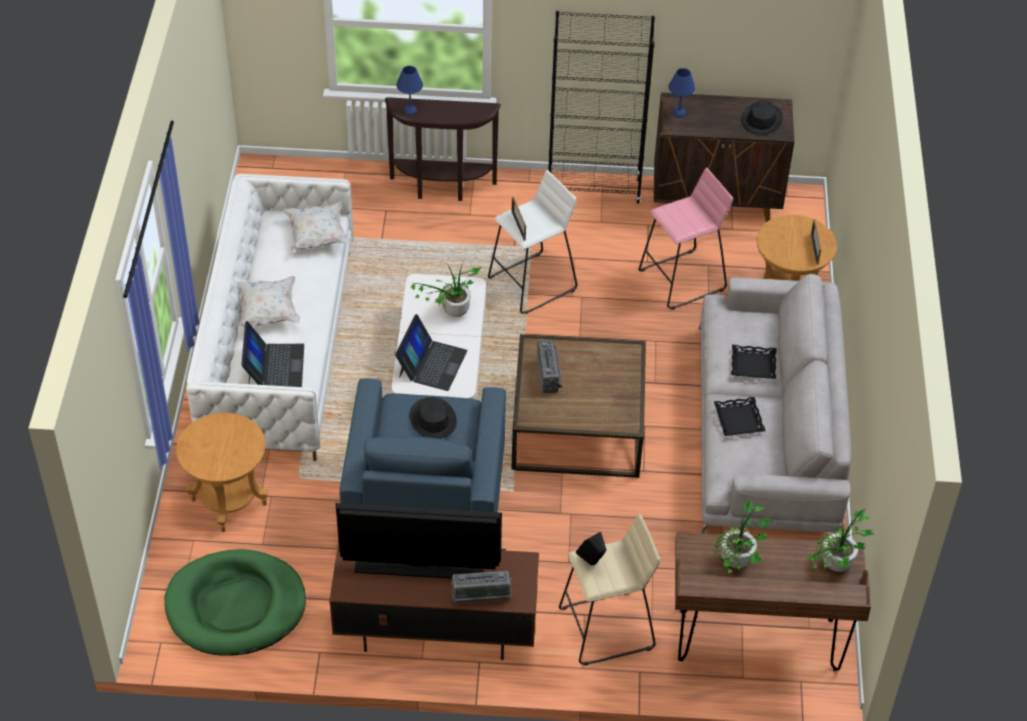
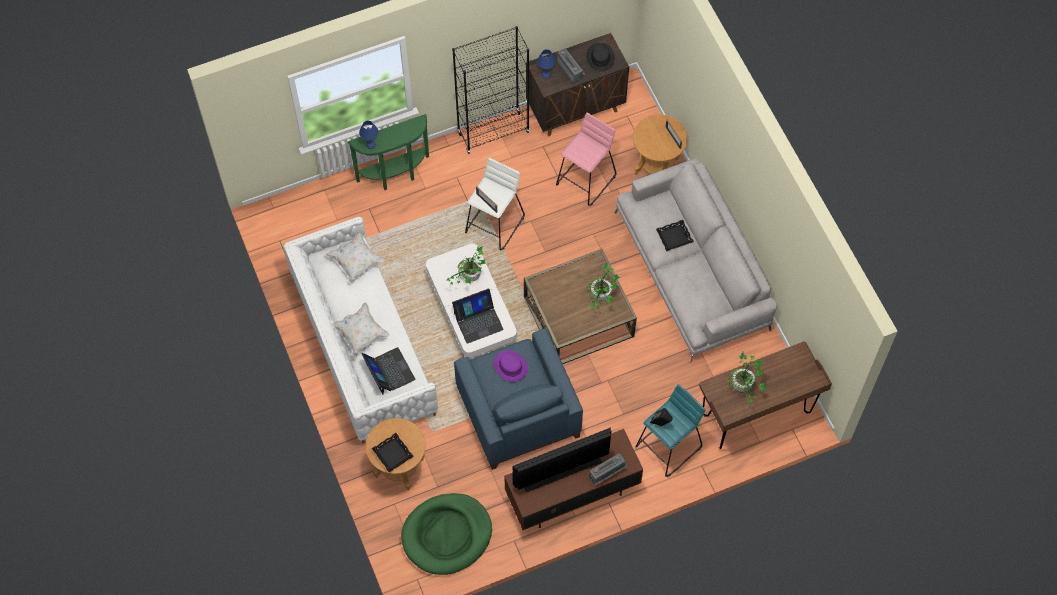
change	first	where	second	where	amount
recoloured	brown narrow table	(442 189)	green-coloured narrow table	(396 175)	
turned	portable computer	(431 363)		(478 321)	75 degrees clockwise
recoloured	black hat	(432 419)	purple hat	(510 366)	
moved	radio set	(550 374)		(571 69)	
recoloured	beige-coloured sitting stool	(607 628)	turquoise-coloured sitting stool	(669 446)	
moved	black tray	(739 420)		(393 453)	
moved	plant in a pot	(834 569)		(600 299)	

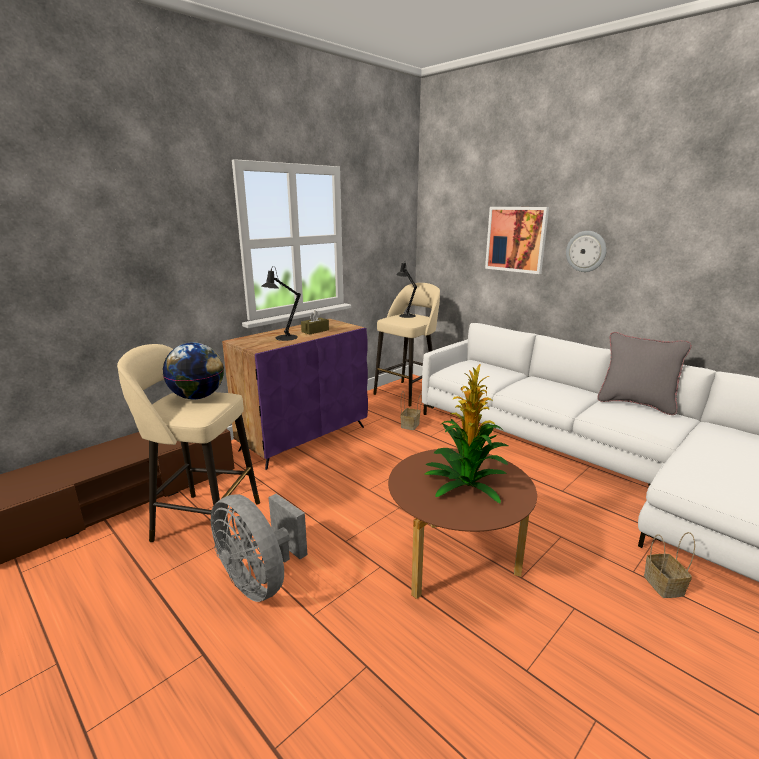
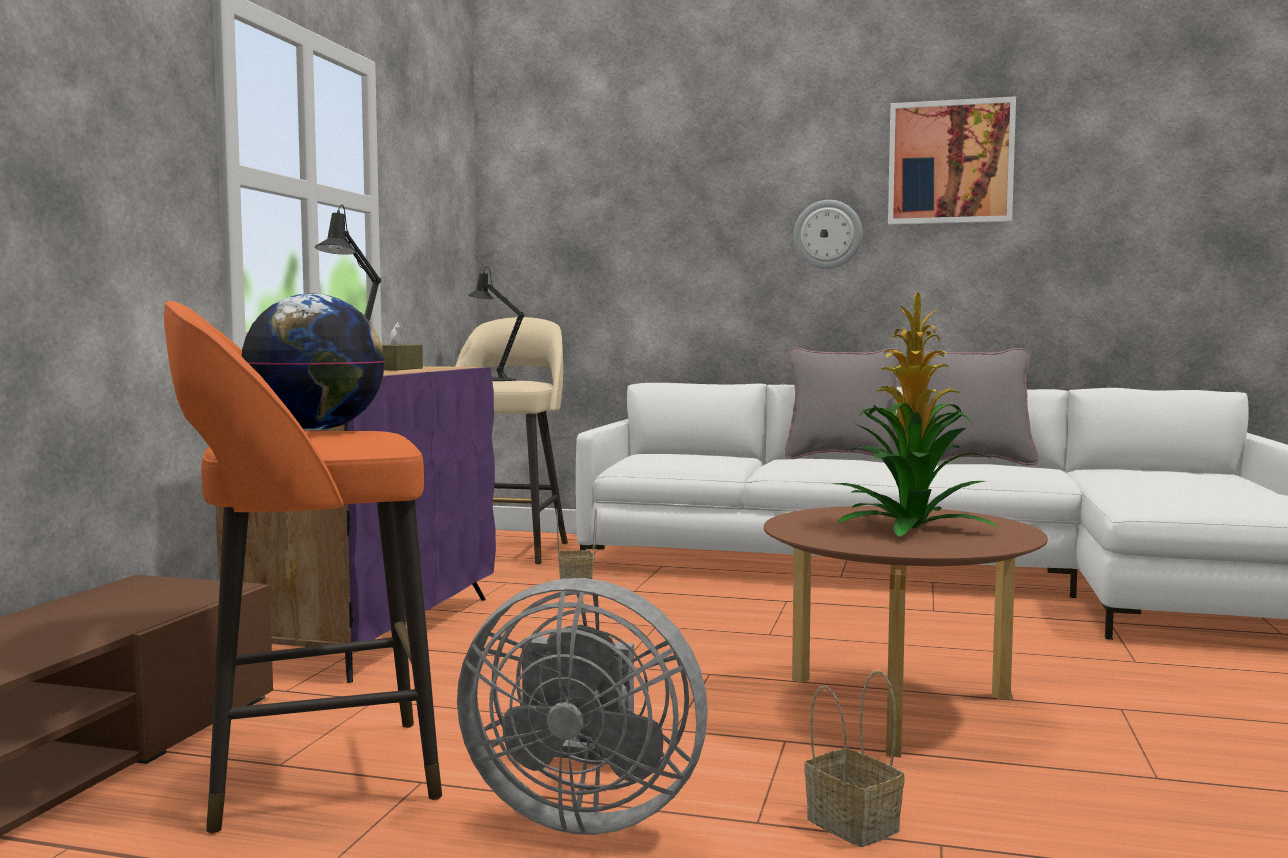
change	first	where	second	where	amount
recoloured	beige-coloured sitting stool	(204 520)	orangey sitting stool	(312 774)	
moved	wall art	(516 239)		(950 162)	
moved	basket	(662 584)		(849 824)	
added			greyish throw pillow	(842 457)	

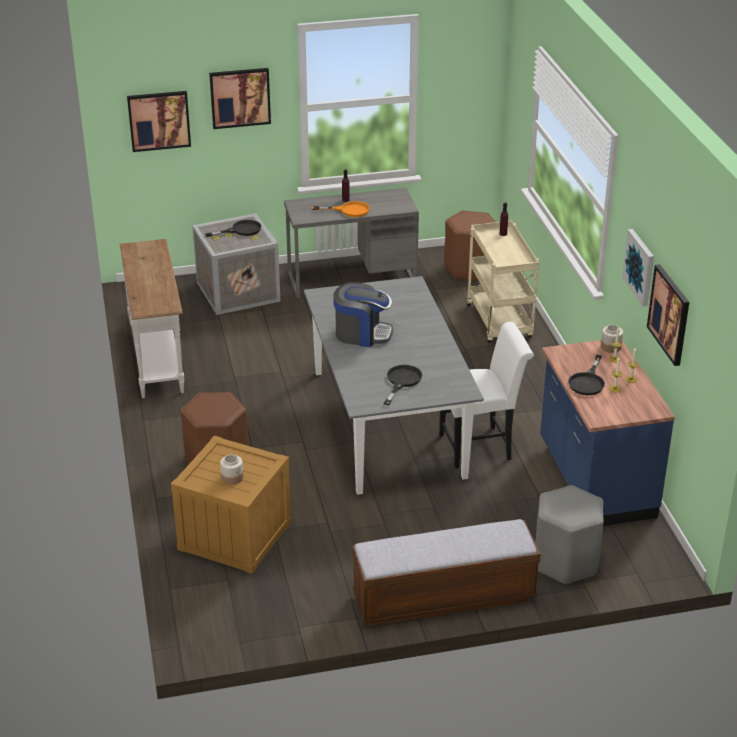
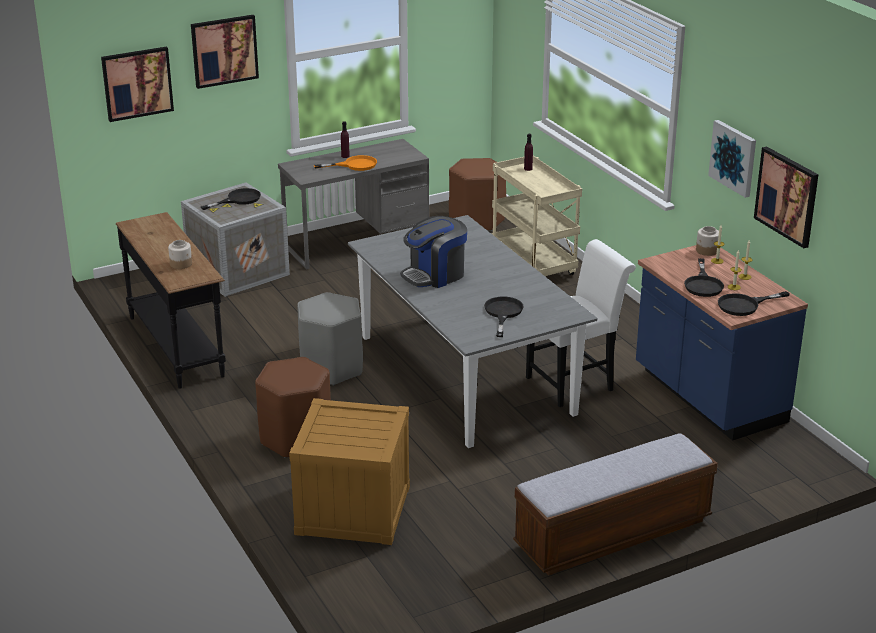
change	first	where	second	where	amount
recoloured	whitish narrow table	(157 357)	black narrow table	(177 346)	
moved	preserve jar	(232 478)		(181 264)	
turned	coffee machine	(362 334)		(435 275)	150 degrees clockwise
moved	greyish sitting stool	(565 562)		(331 368)	
added			black frying pan	(744 305)	

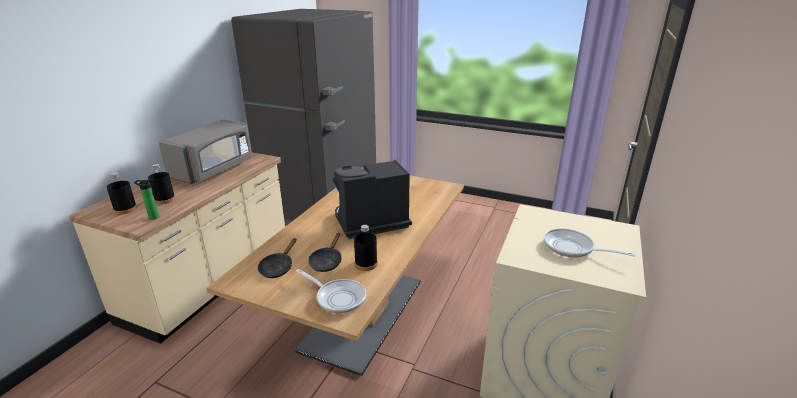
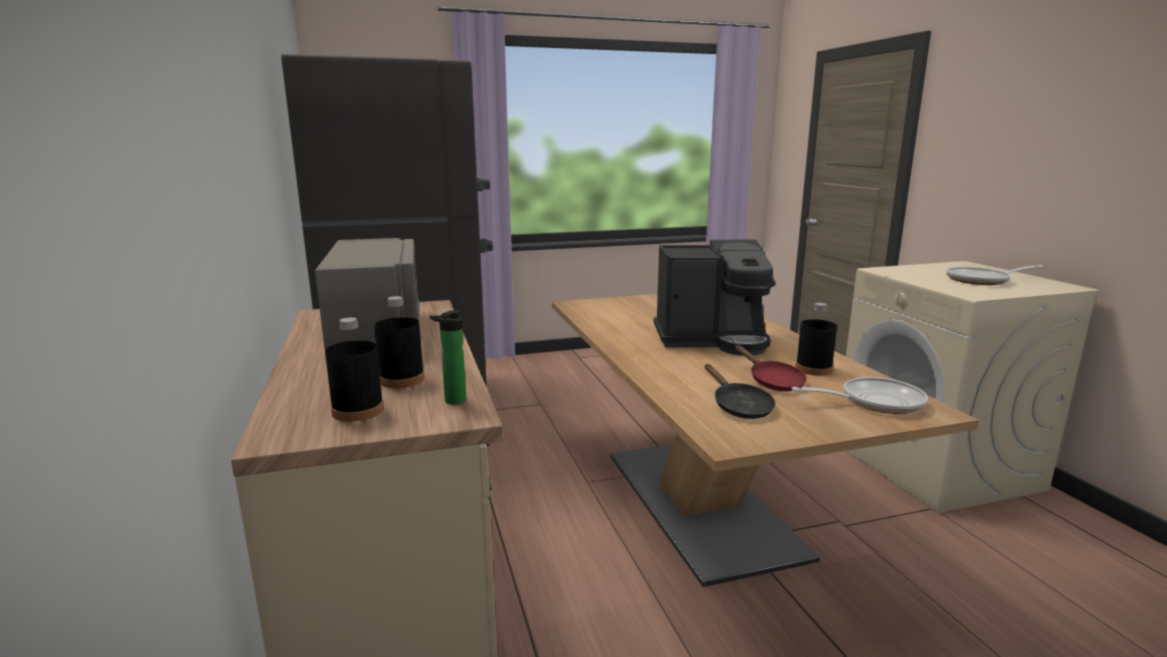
change	first	where	second	where	amount
recoloured	black frying pan	(327 261)	reddish frying pan	(772 381)	
turned	coffee machine	(369 223)		(712 339)	120 degrees counterclockwise

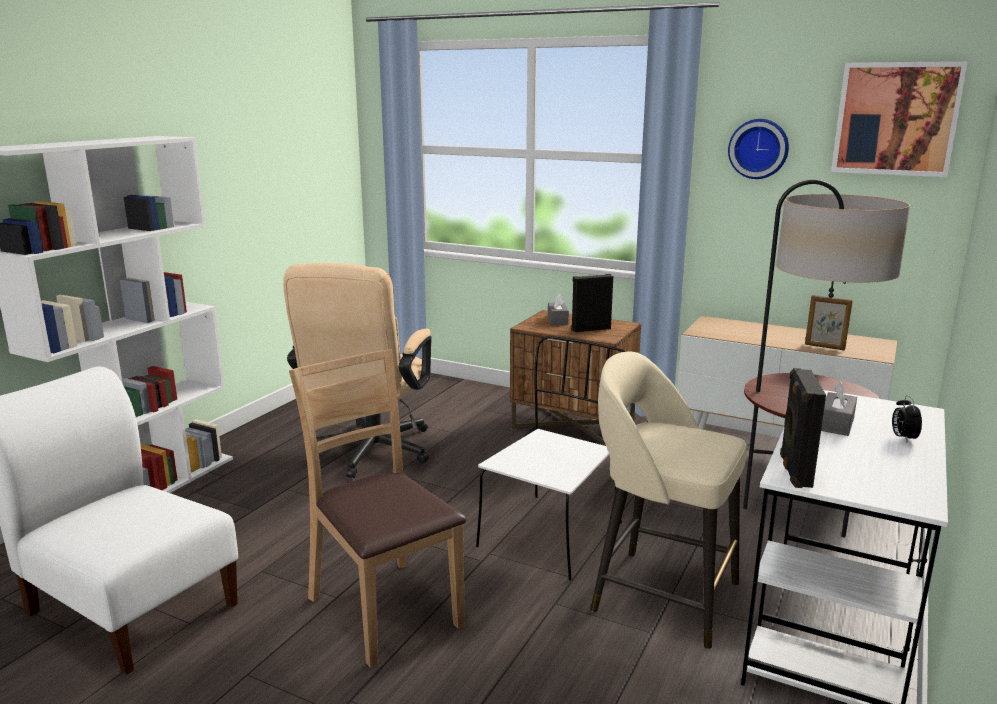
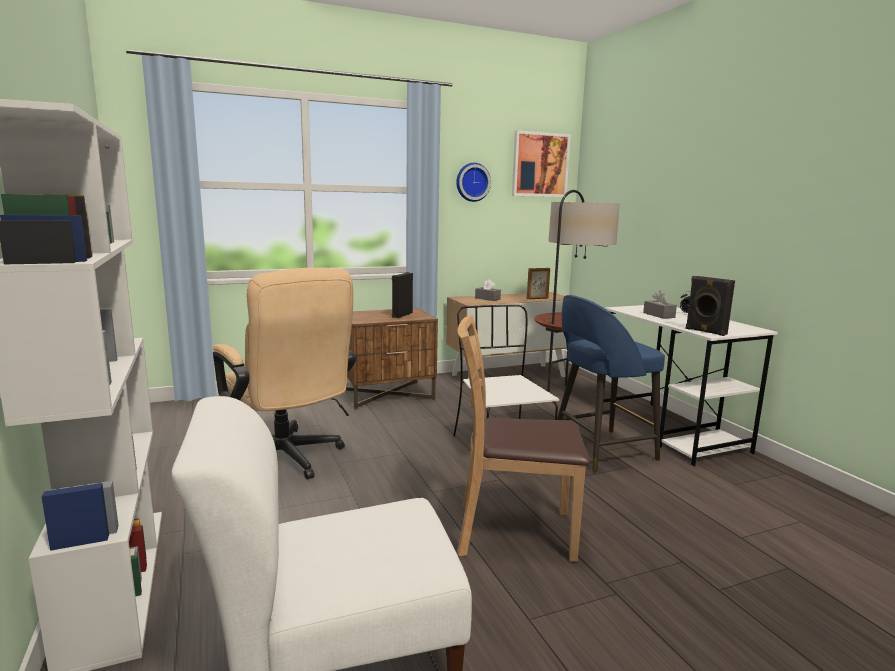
change	first	where	second	where	amount
moved	greyish tissue holder	(557 320)		(487 298)	
recoloured	beige-coloured sitting stool	(661 595)	blue sitting stool	(600 450)	

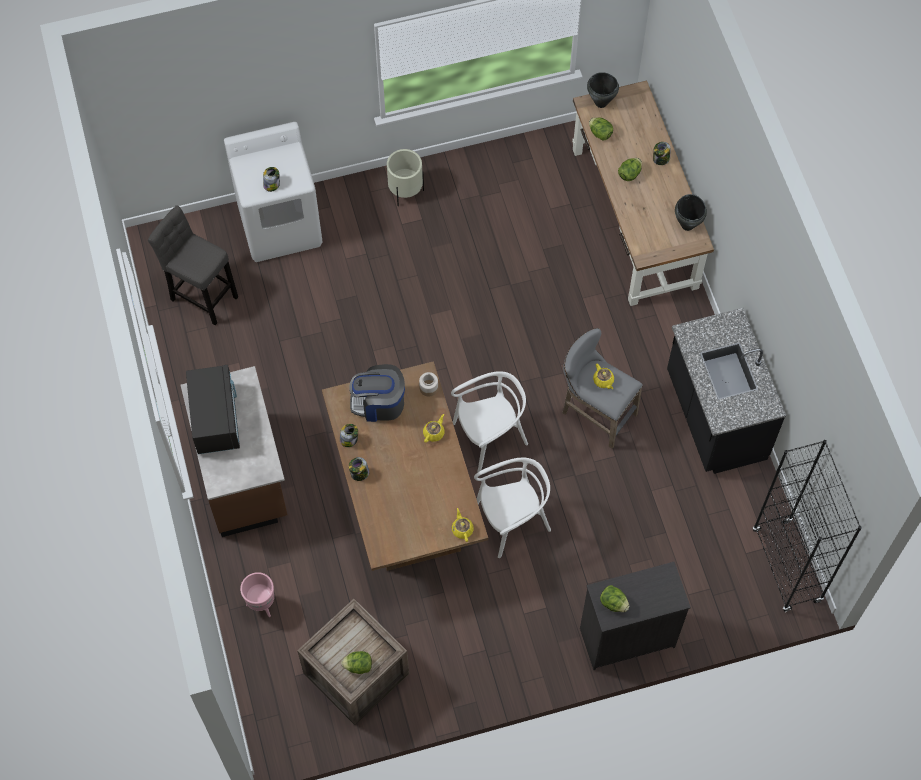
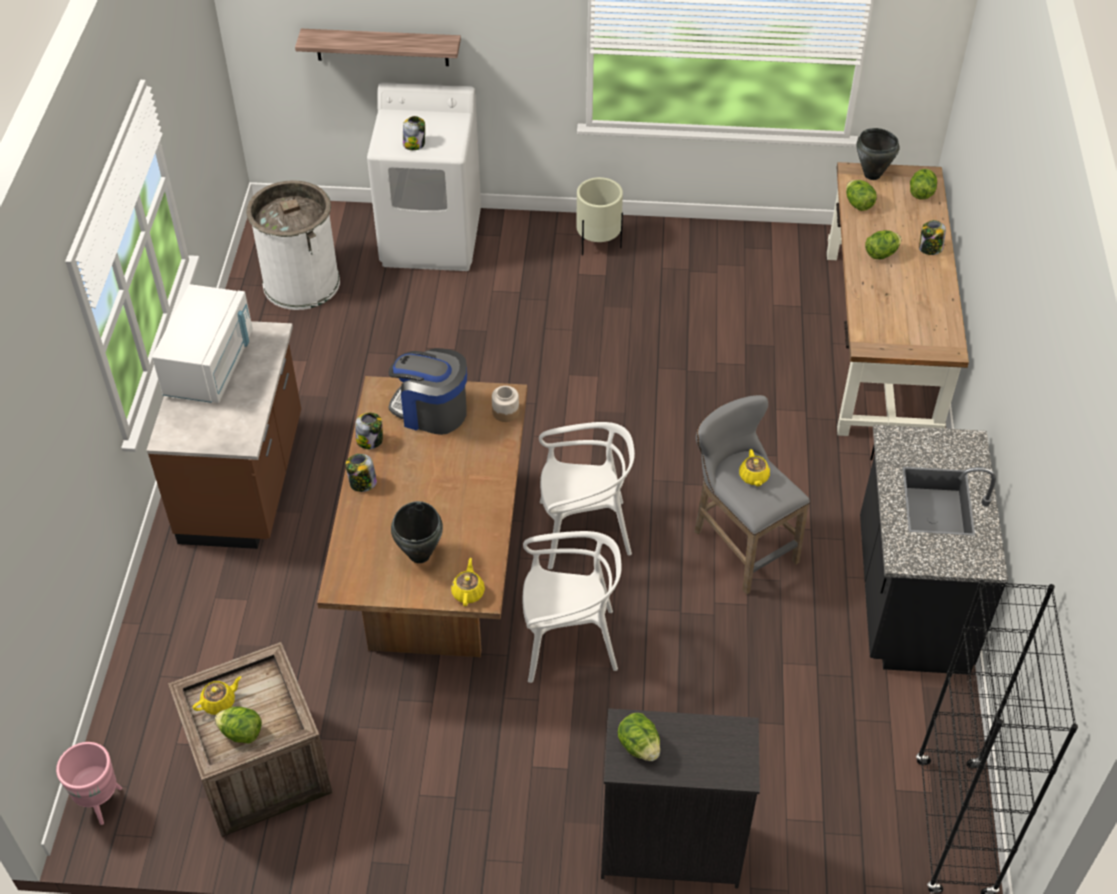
change	first	where	second	where	amount
replaced	greyish sitting stool	(202 295)	whitish rubbish bin	(301 283)	
recoloured	black microwave	(216 419)	whitish microwave	(210 365)	
moved	pink plant pot	(262 604)		(101 803)	
moved	yellow-coloured teapot	(434 433)		(219 702)	
moved	black saucepot	(687 225)		(420 555)	
added			wall shelf	(382 47)	
added			lettuce	(921 193)	

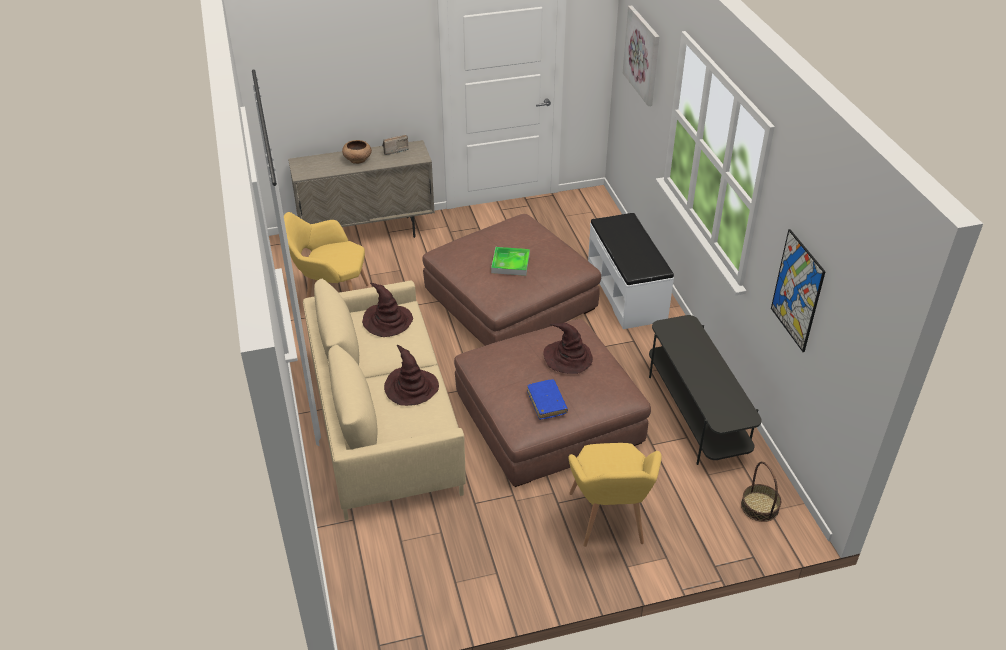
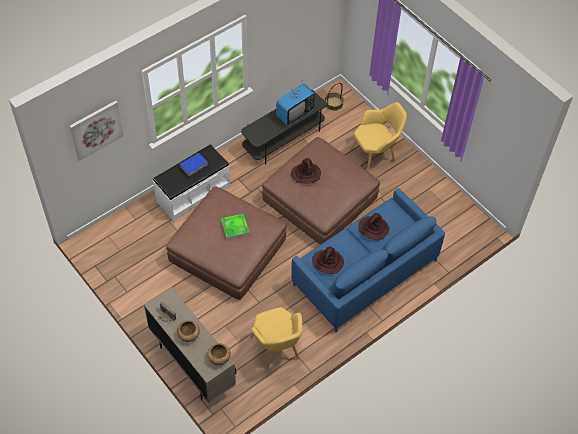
change	first	where	second	where	amount
recoloured	beige-coloured settee	(384 423)	blue settee	(365 272)	
moved	blue bound book	(546 403)		(193 166)	
removed	wall art	(797 290)			
added			brown bowl	(219 357)	
added			TV set	(295 113)	

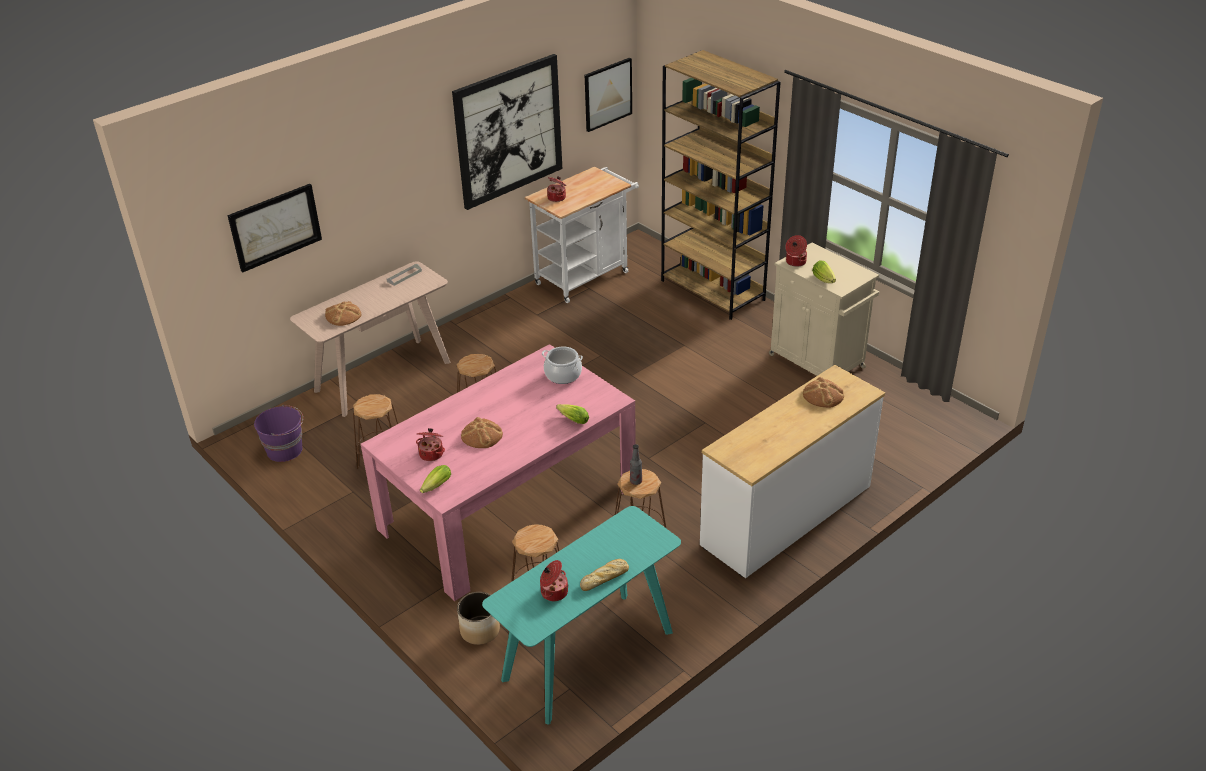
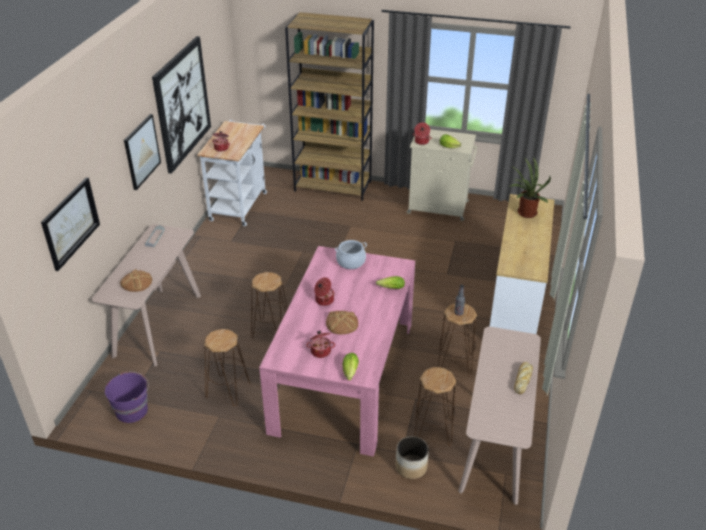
change	first	where	second	where	amount
recoloured	turquoise-coloured narrow table	(588 656)	beige-coloured narrow table	(495 446)	
moved	saucepot	(553 592)		(324 300)	
moved	wall art	(607 94)		(142 151)	
replaced	bakery bread	(823 395)	plant in a pot	(524 213)	

